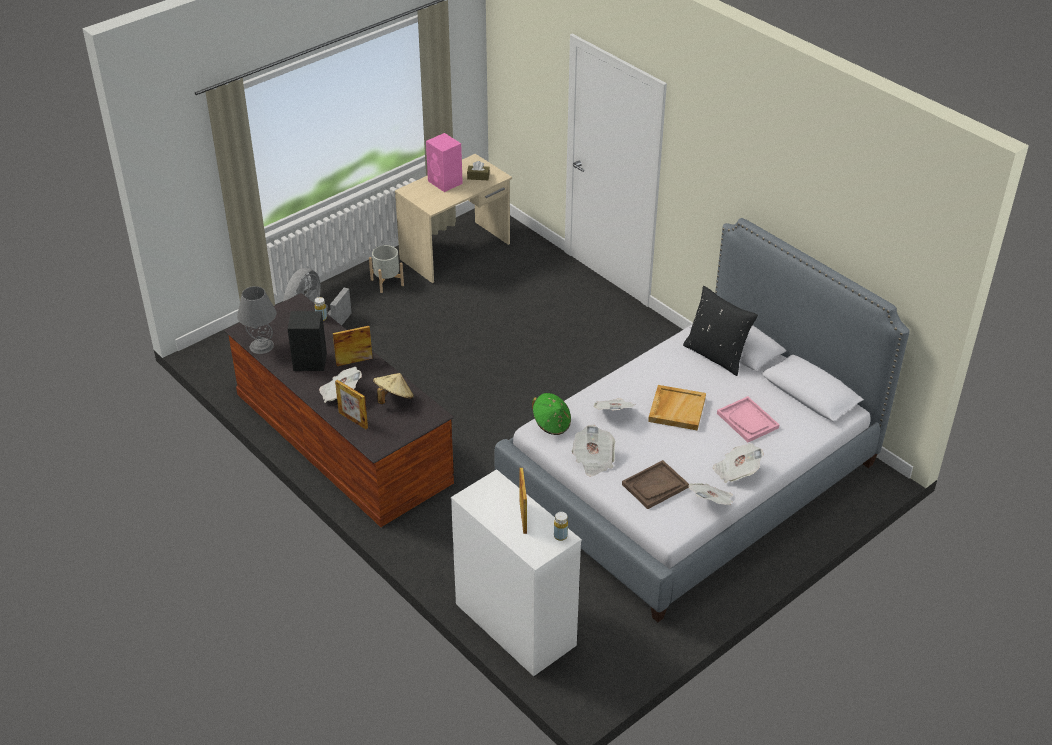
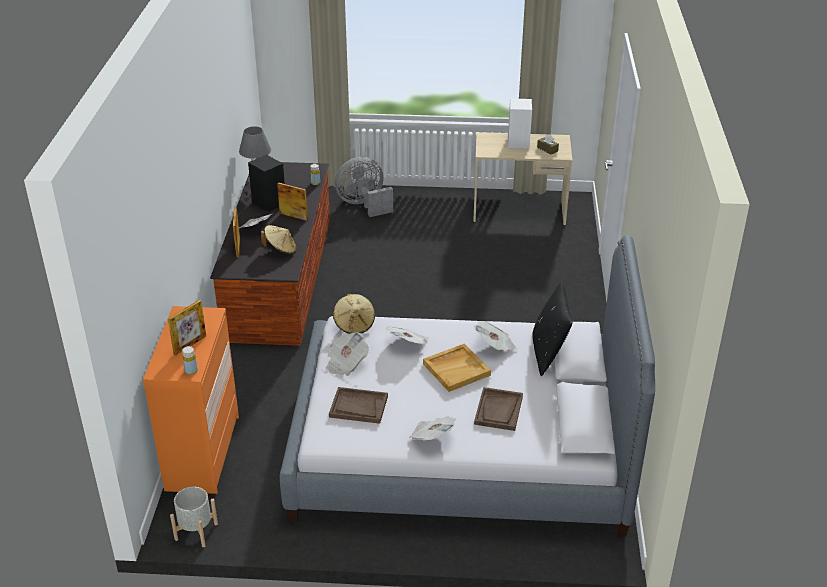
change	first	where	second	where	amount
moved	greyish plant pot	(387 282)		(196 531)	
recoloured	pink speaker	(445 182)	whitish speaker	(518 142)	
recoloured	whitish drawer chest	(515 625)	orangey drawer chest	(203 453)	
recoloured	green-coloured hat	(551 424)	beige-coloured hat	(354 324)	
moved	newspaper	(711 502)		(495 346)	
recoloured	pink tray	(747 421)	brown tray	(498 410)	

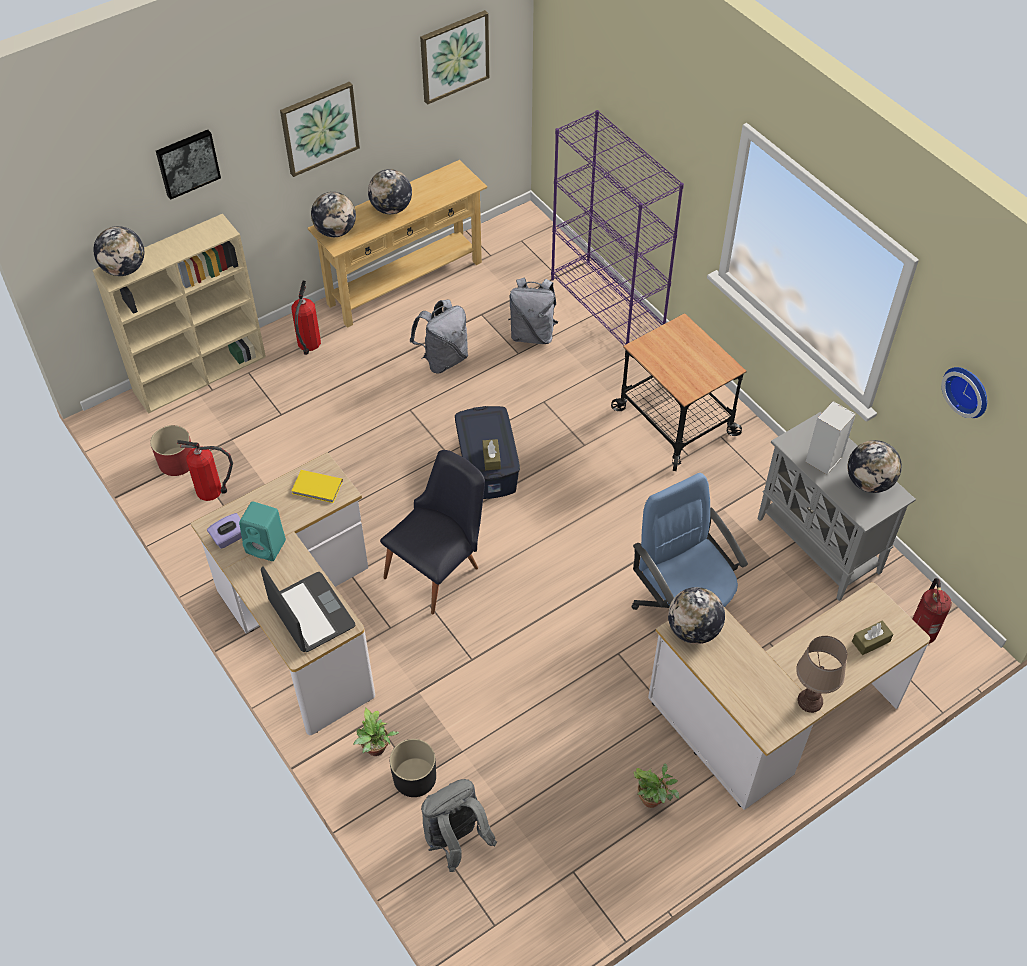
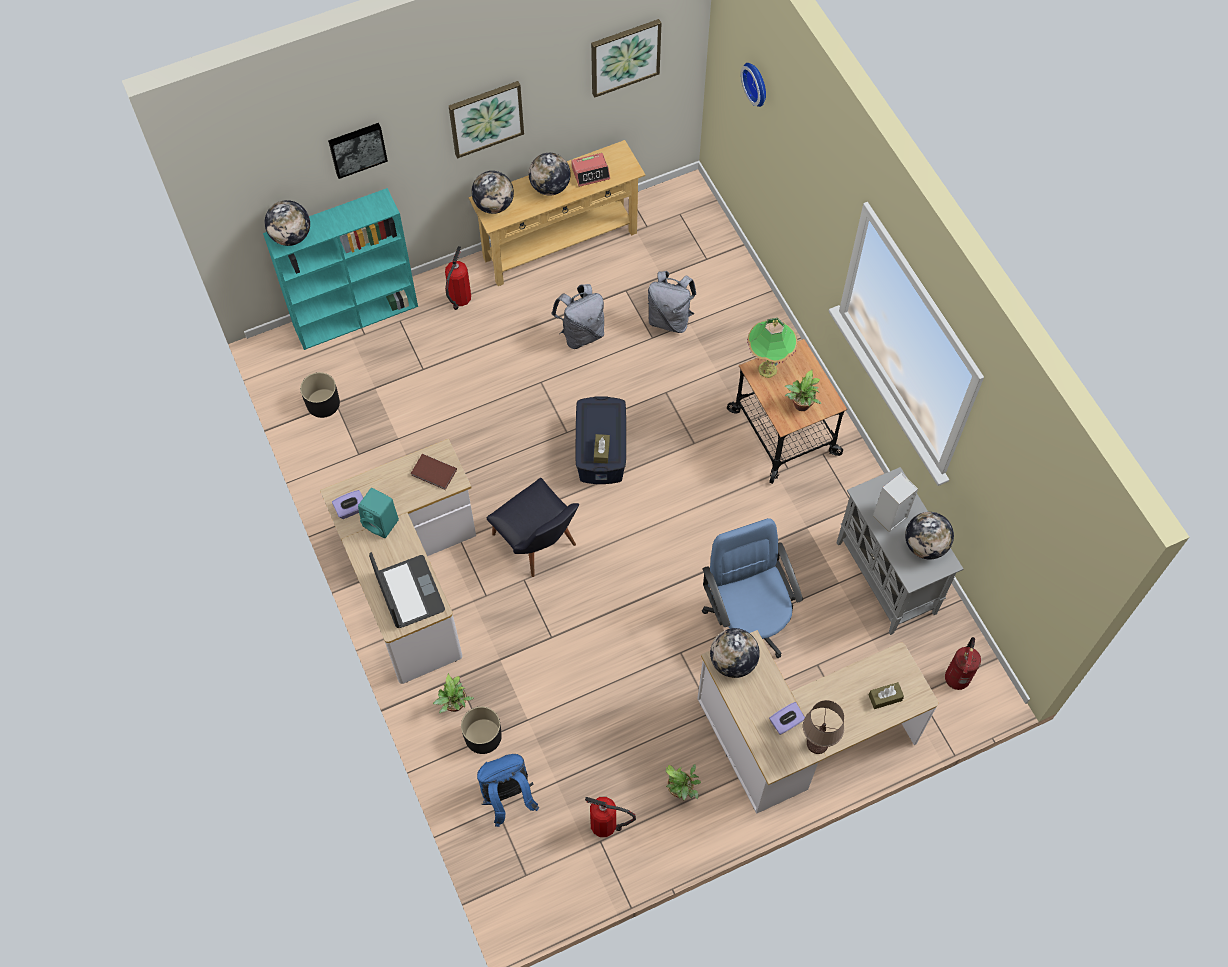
change	first	where	second	where	amount
recoloured	beige-coloured bookshelf	(201 373)	turquoise-coloured bookshelf	(357 315)	
recoloured	reddish plant pot	(176 461)	black plant pot	(323 403)	
moved	fire extinguisher	(212 490)		(606 825)	
recoloured	yellow-coloured bound book	(317 488)	brown bound book	(434 473)	
turned	black plain chair	(439 568)		(539 545)	90 degrees clockwise
recoloured	greyish backpack	(456 840)	blue backpack	(507 797)	
removed	purple bookshelf	(607 306)			
moved	hanging clock	(968 390)		(757 83)	
added			bedside clock	(591 173)	
added			tabletop lamp	(767 369)	
added			purple tissue holder	(786 722)	
added			plant in a pot	(800 406)	

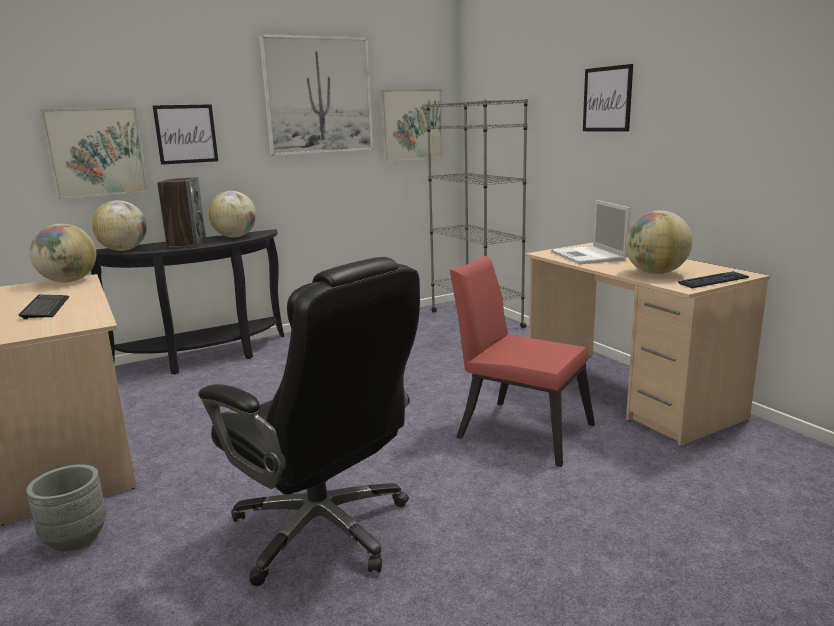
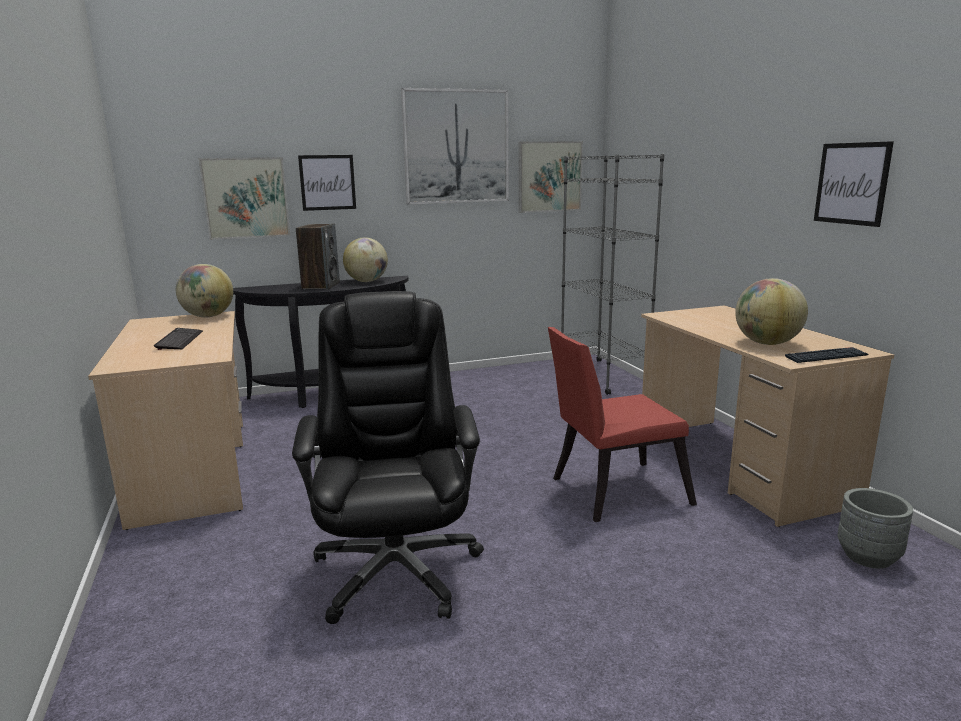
change	first	where	second	where	amount
moved	greyish plant pot	(75 538)		(867 556)	
removed	world globe	(124 250)			
turned	black computer chair	(324 530)		(396 569)	150 degrees counterclockwise
turned	reddish plain chair	(518 429)		(612 491)	60 degrees counterclockwise
removed	portable computer	(588 256)			
moved	wall art	(607 99)		(851 183)	

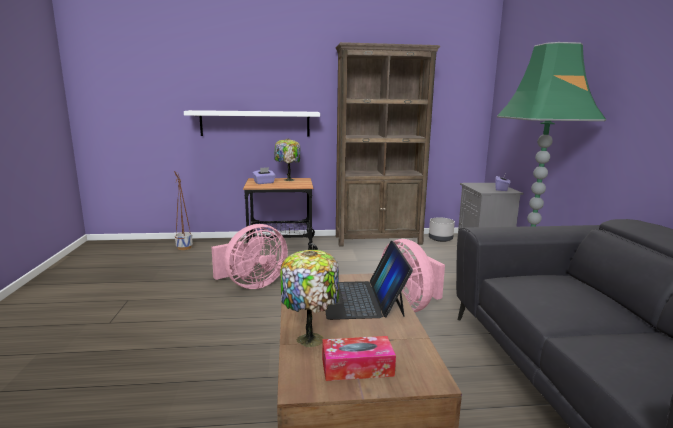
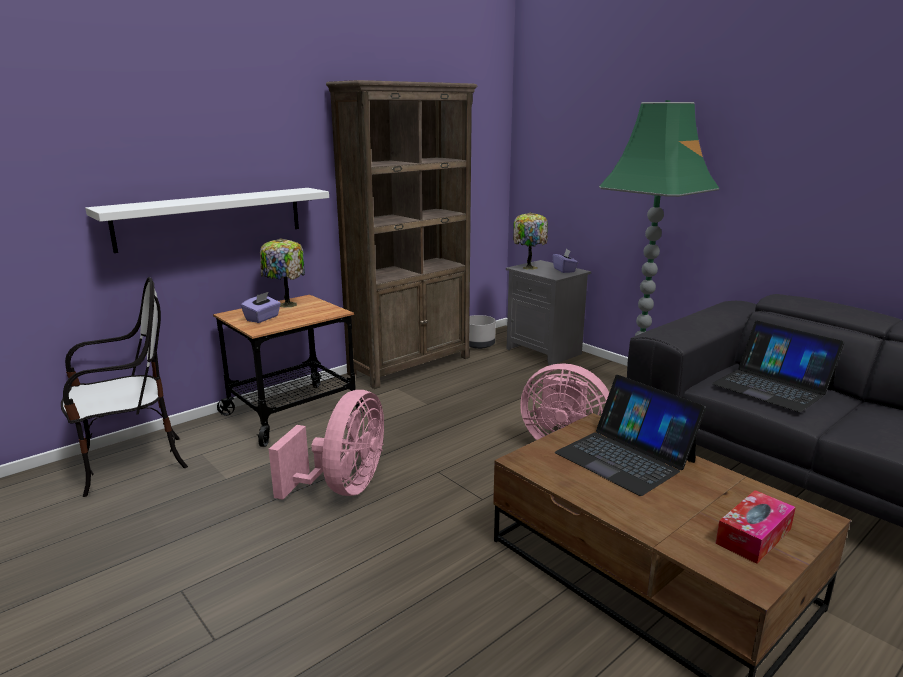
change	first	where	second	where	amount
replaced	plant pot	(184 248)	plain chair	(132 464)	
moved	tabletop lamp	(311 338)		(529 267)	
added			portable computer	(772 386)	

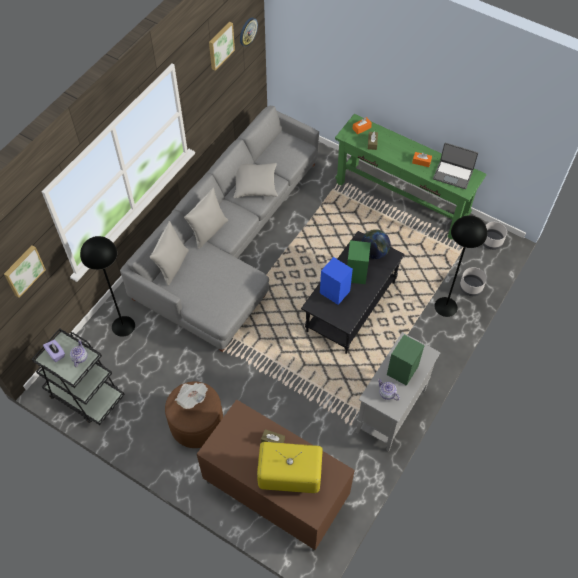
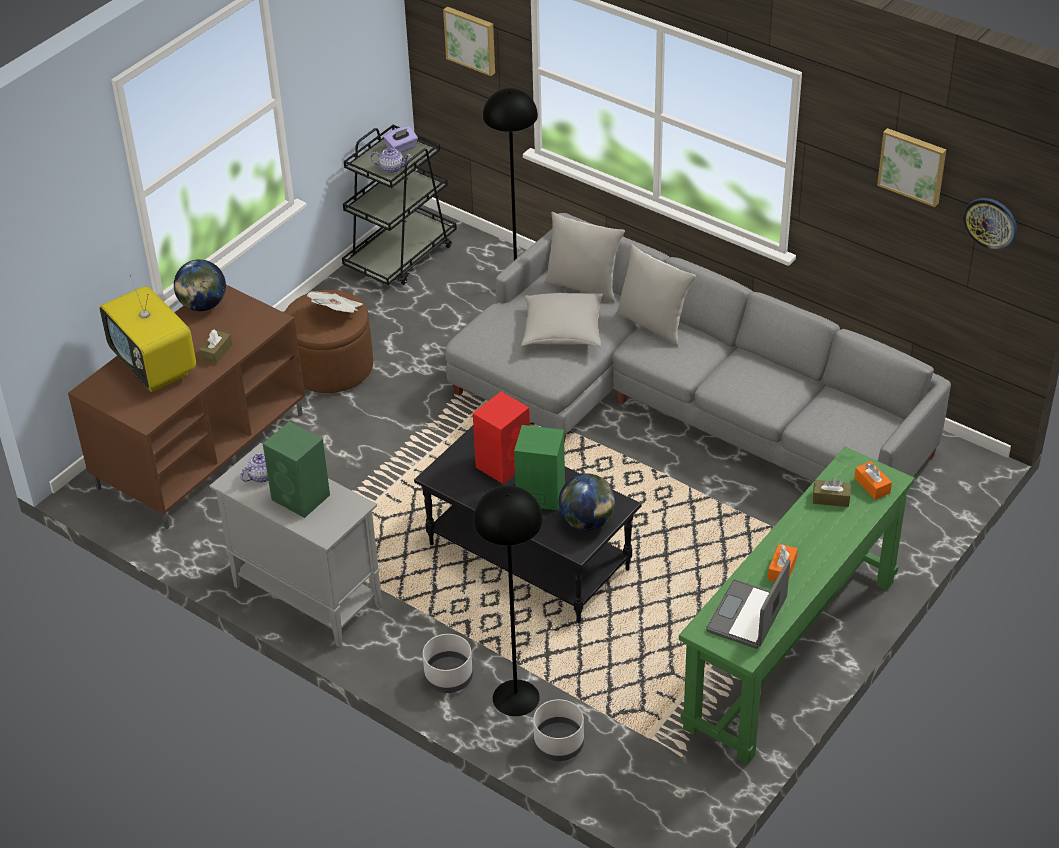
change	first	where	second	where	amount
moved	greyish throw pillow	(255 185)		(562 331)	
turned	TV set	(289 477)		(155 367)	135 degrees clockwise
recoloured	blue speaker	(334 291)	reddish speaker	(504 464)	
moved	greyish plant pot	(491 242)		(448 678)	
added			world globe	(203 305)	

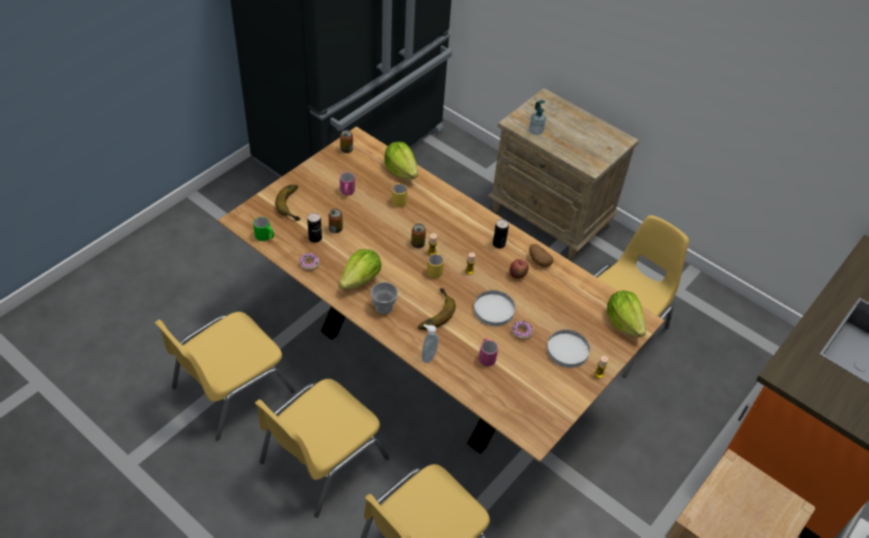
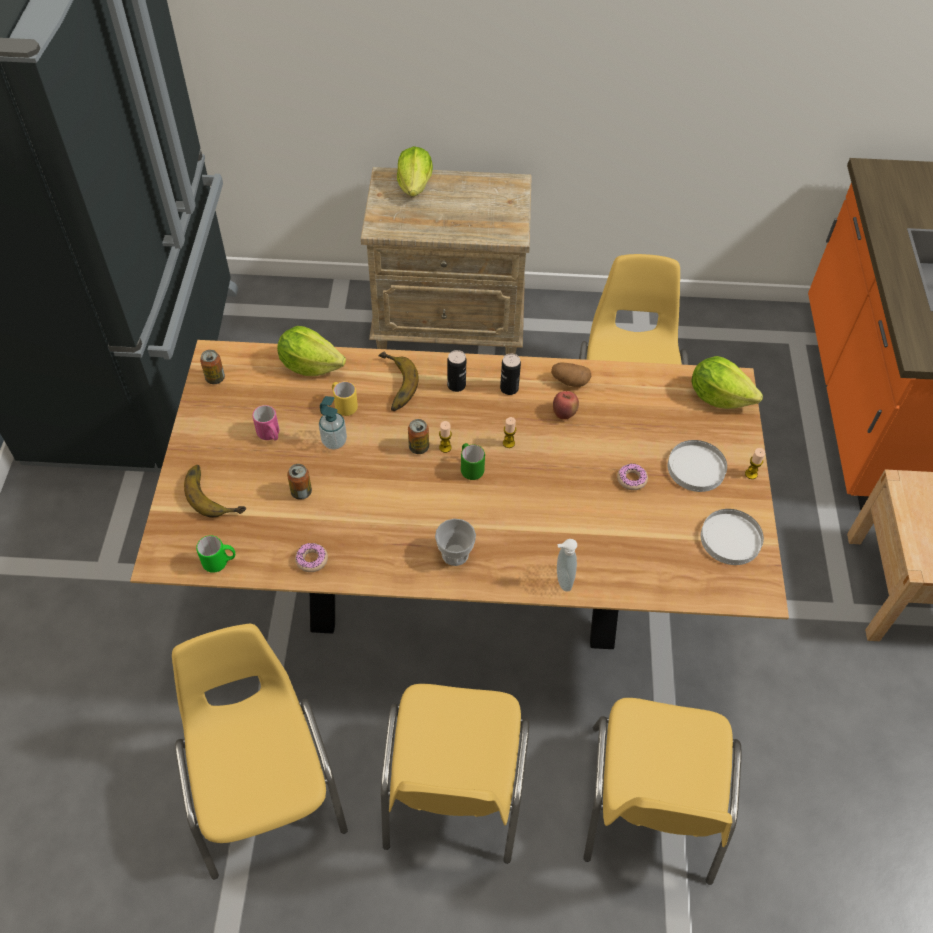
change	first	where	second	where	amount
turned	yellow-coloured plain chair	(230 389)		(264 785)	150 degrees clockwise
moved	metal can	(315 238)		(456 385)	
moved	lettuce	(361 279)		(415 186)	
moved	banana	(432 312)		(392 385)	
recoloured	yellow-coloured tea mug	(435 271)	green-coloured tea mug	(470 468)	
moved	whitish flat dish	(494 310)		(731 539)	
removed	pink tea mug	(486 357)			
moved	soap bottle	(536 131)		(334 441)	

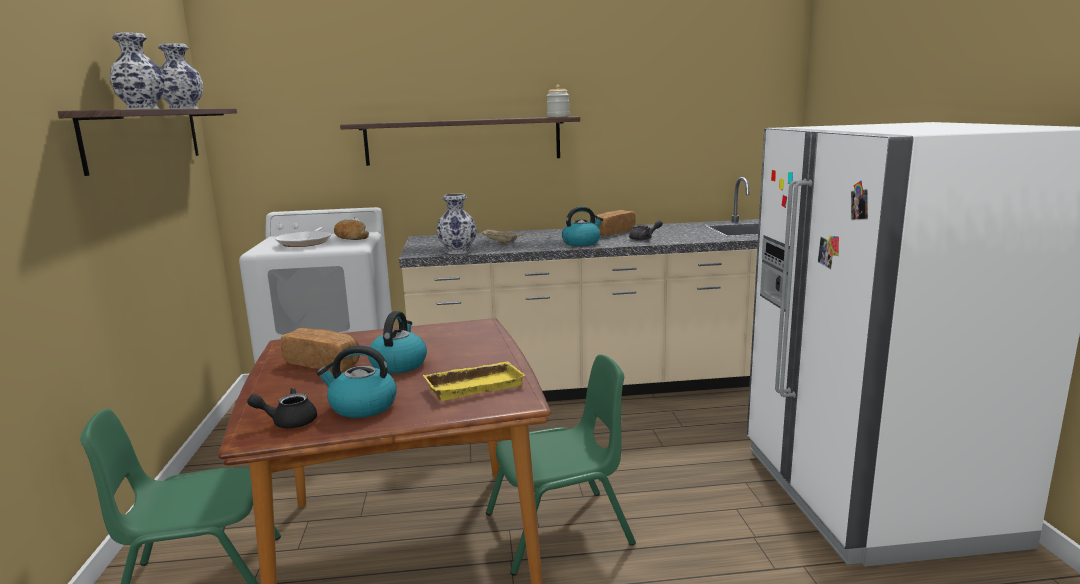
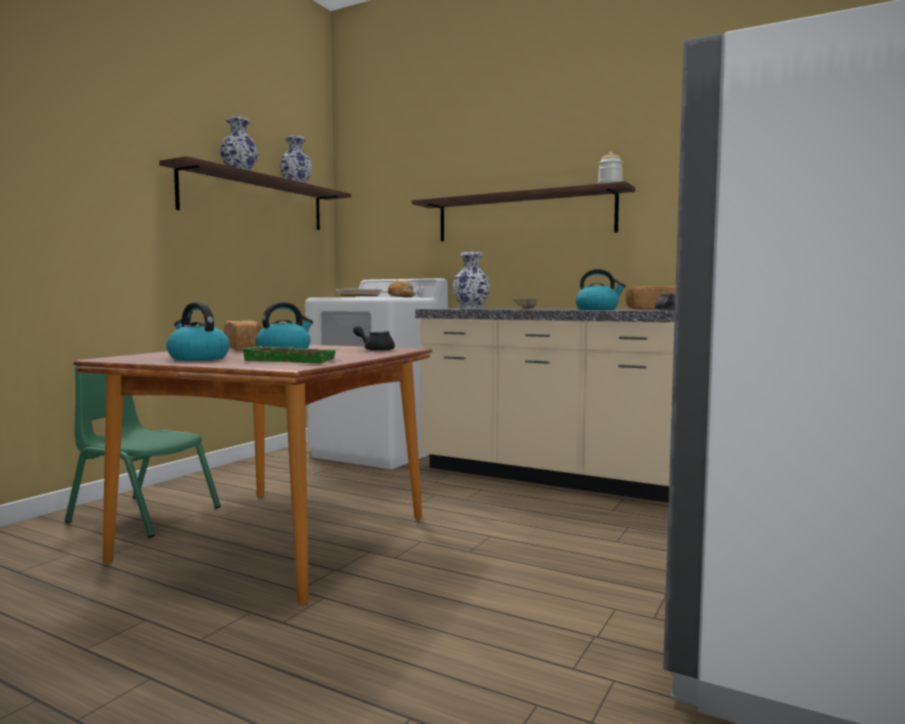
change	first	where	second	where	amount
moved	black teapot	(288 422)		(375 350)	
recoloured	yellow-coloured tray	(474 385)	green-coloured tray	(293 360)	
removed	green-coloured plain chair	(559 530)			

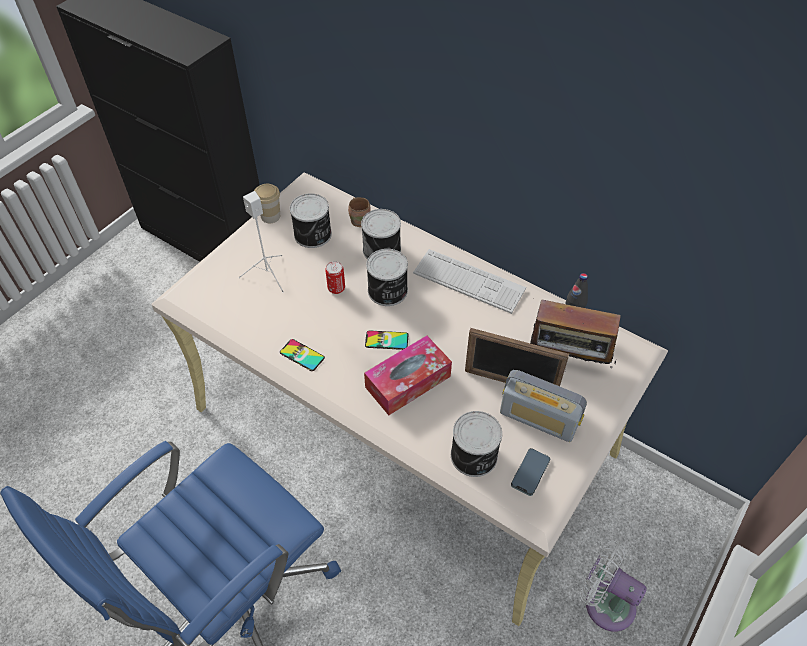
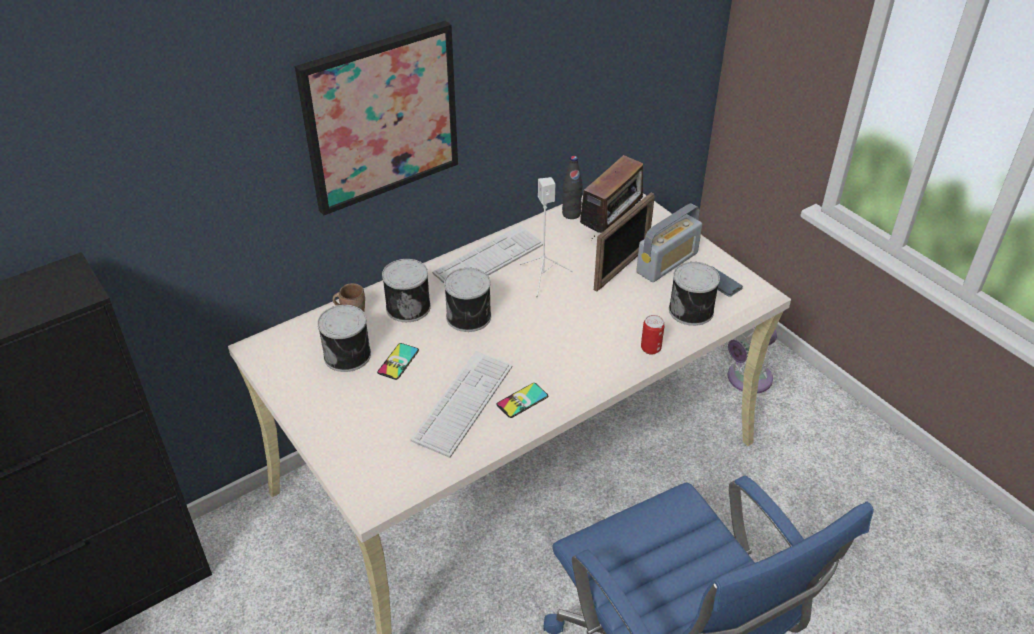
change	first	where	second	where	amount
moved	whitish speaker	(267 275)		(543 278)	
removed	drinking cup	(270 216)			
moved	metal can	(336 288)		(650 349)	
removed	tissue holder	(408 382)			
moved	phone	(386 340)		(398 361)	
added			wall art	(380 117)	
added			PC keyboard	(463 403)	

